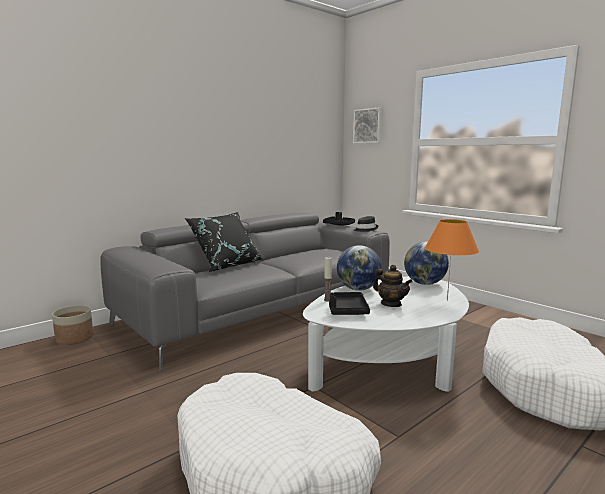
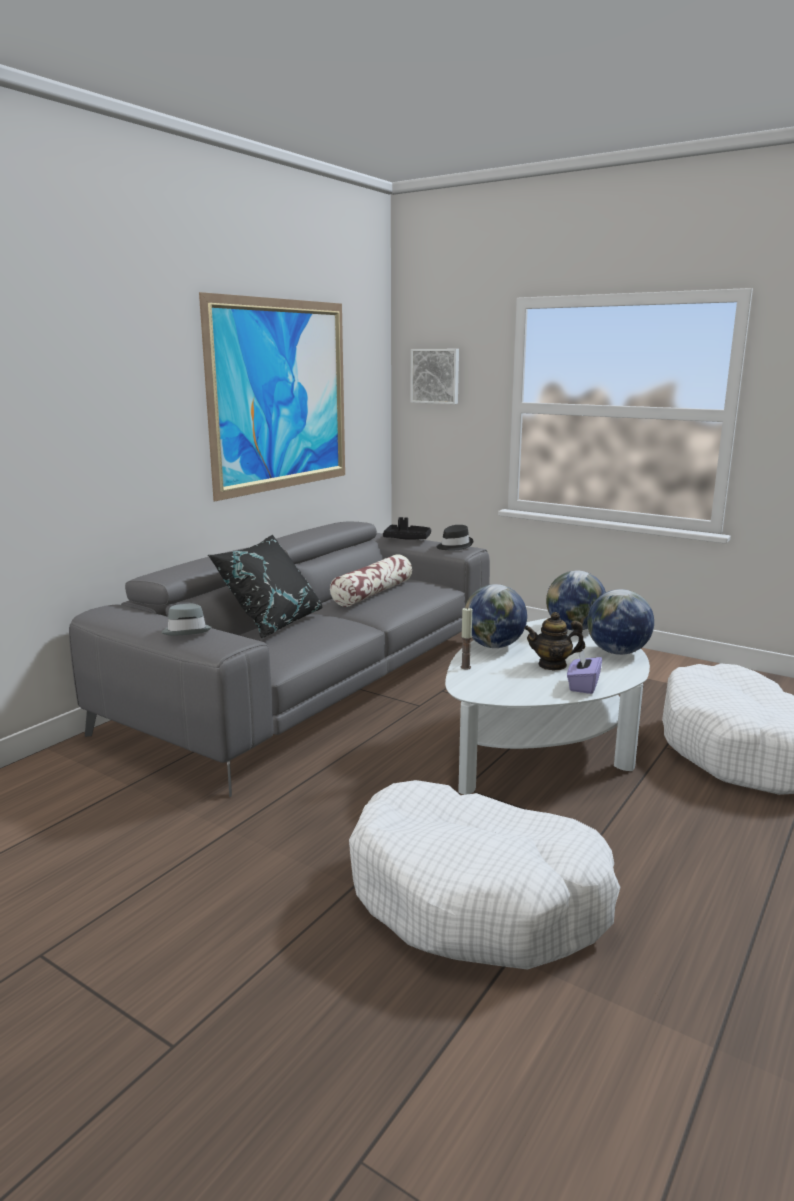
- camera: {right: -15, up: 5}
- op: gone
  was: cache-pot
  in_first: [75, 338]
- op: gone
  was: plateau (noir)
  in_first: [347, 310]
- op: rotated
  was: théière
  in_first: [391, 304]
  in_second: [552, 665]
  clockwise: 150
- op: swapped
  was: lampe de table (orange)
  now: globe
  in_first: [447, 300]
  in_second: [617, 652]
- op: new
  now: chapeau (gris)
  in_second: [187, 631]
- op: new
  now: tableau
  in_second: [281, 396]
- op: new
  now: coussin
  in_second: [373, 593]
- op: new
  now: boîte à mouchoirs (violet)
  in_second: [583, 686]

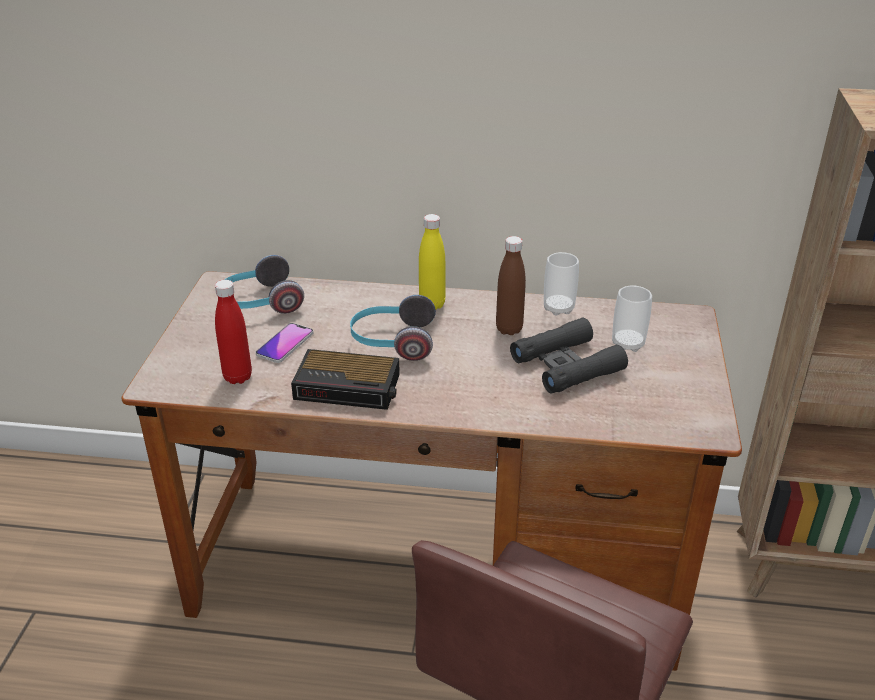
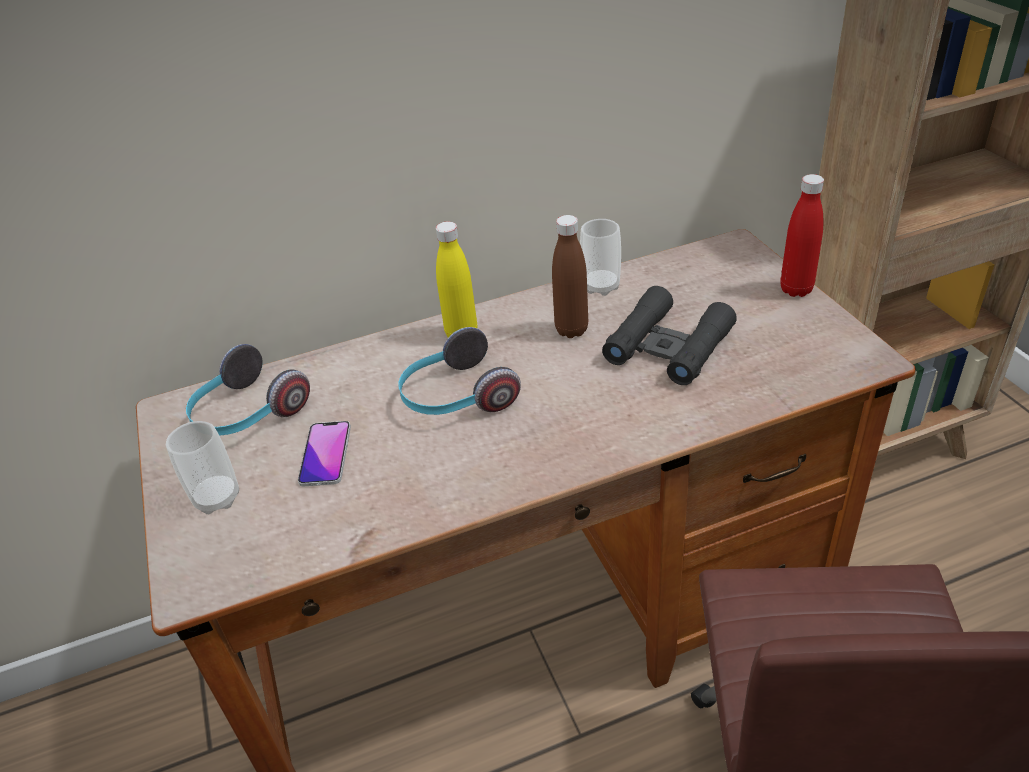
- camera: {right: -25, up: 5}
- op: shifted
  was: bouteille (rouge)
  in_first: [237, 377]
  in_second: [796, 289]
- op: gone
  was: réveil
  in_first: [349, 387]
- op: shifted
  was: tasse
  in_first: [628, 344]
  in_second: [217, 498]

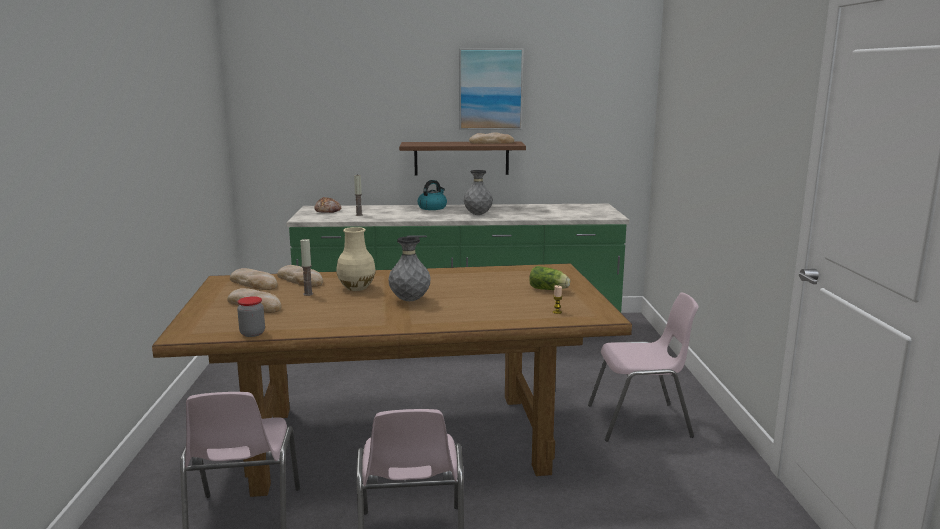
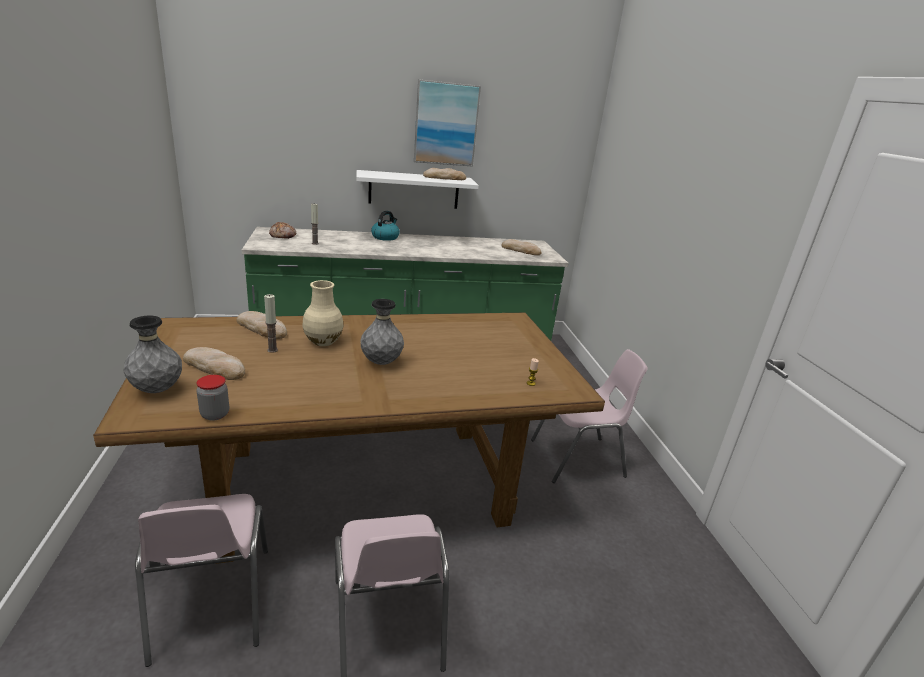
- camera: {right: -10, up: 10}
- op: shifted
  was: pain
  in_first: [254, 283]
  in_second: [521, 250]
- op: repainted
  was: étagère (marron)
  now: étagère (blanc)
  in_first: [461, 158]
  in_second: [414, 190]
- op: shifted
  was: vase (gris)
  in_first: [478, 214]
  in_second: [157, 390]
- op: gone
  was: laitue
  in_first: [549, 290]

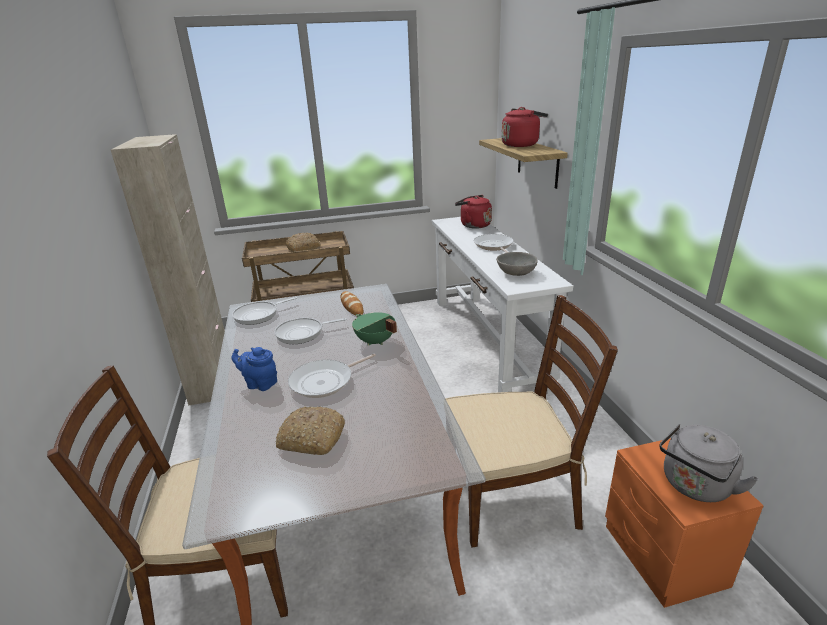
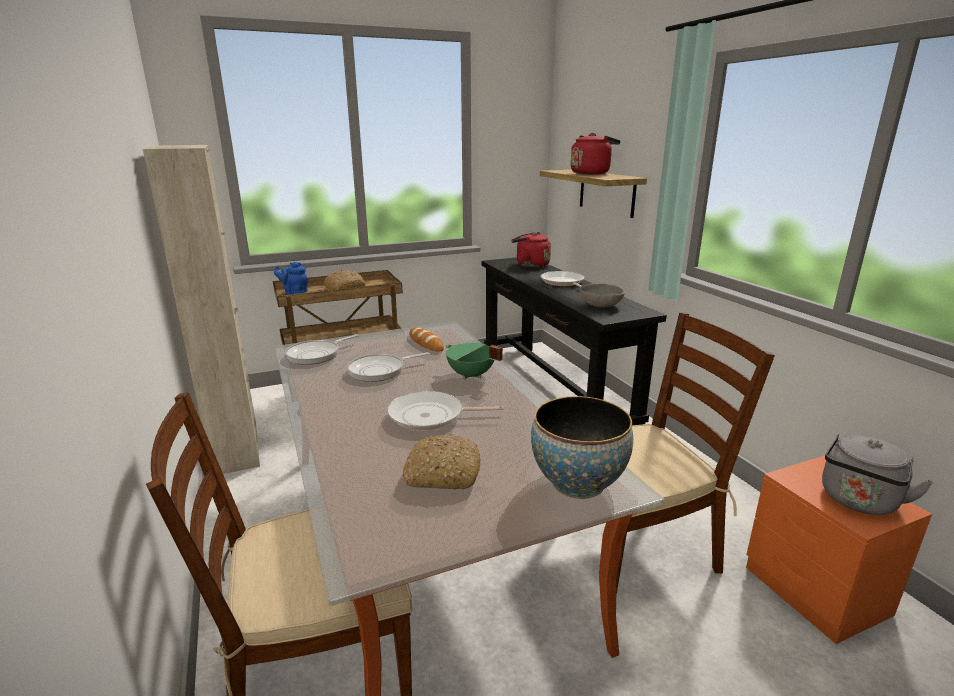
- camera: {right: -10, up: -5}
- op: shifted
  was: théière (bleu)
  in_first: [260, 384]
  in_second: [294, 292]
- op: rotated
  was: poêle
  in_first: [325, 381]
  in_second: [431, 416]
  clockwise: 45
- op: repainted
  was: table console (blanc)
  now: table console (noir)
  in_first: [487, 338]
  in_second: [553, 388]
- op: new
  now: bol
  in_second: [577, 483]

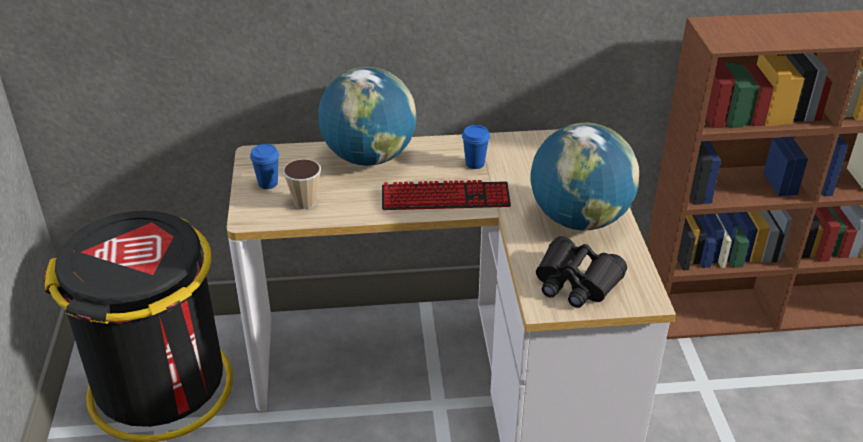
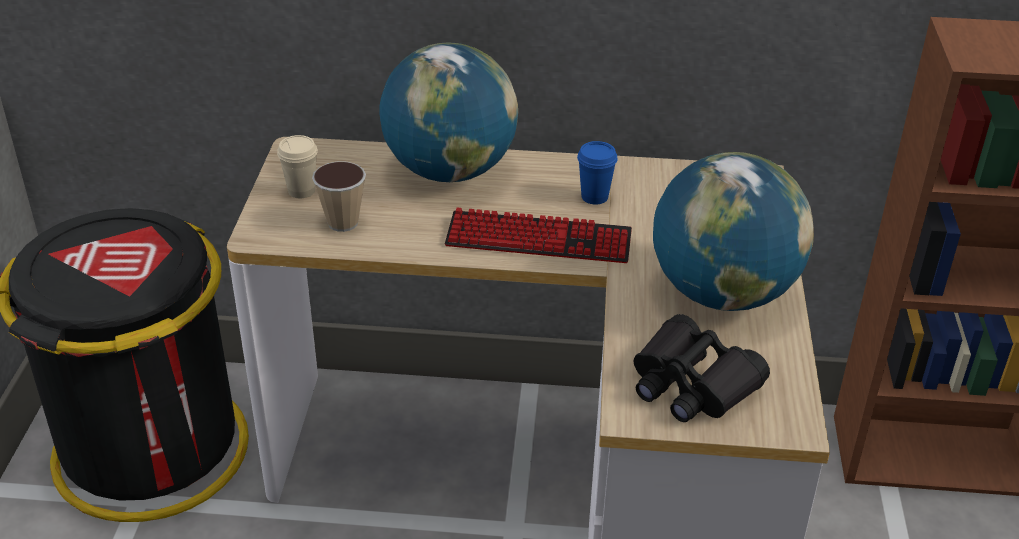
- camera: {right: 10, up: 0}
- op: repainted
  was: tasse (bleu)
  now: tasse (beige)
  in_first: [268, 183]
  in_second: [301, 191]

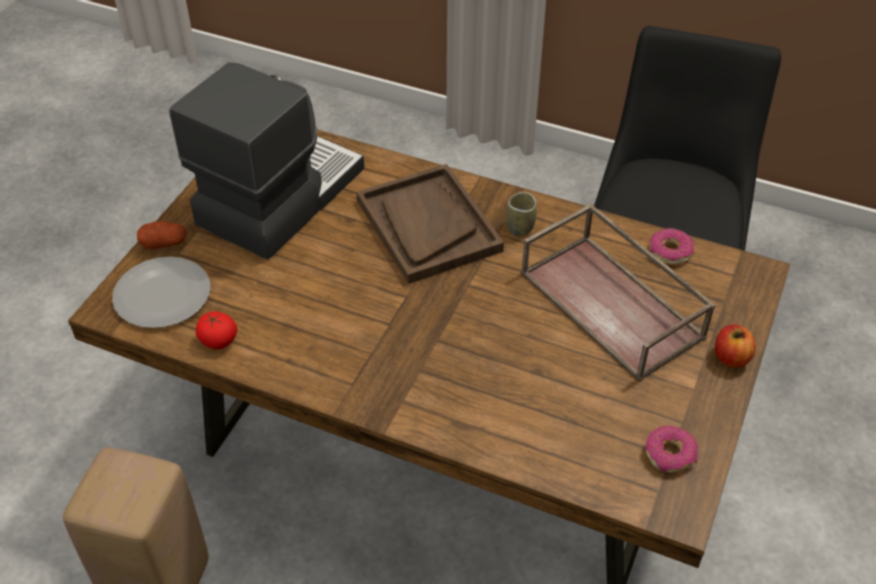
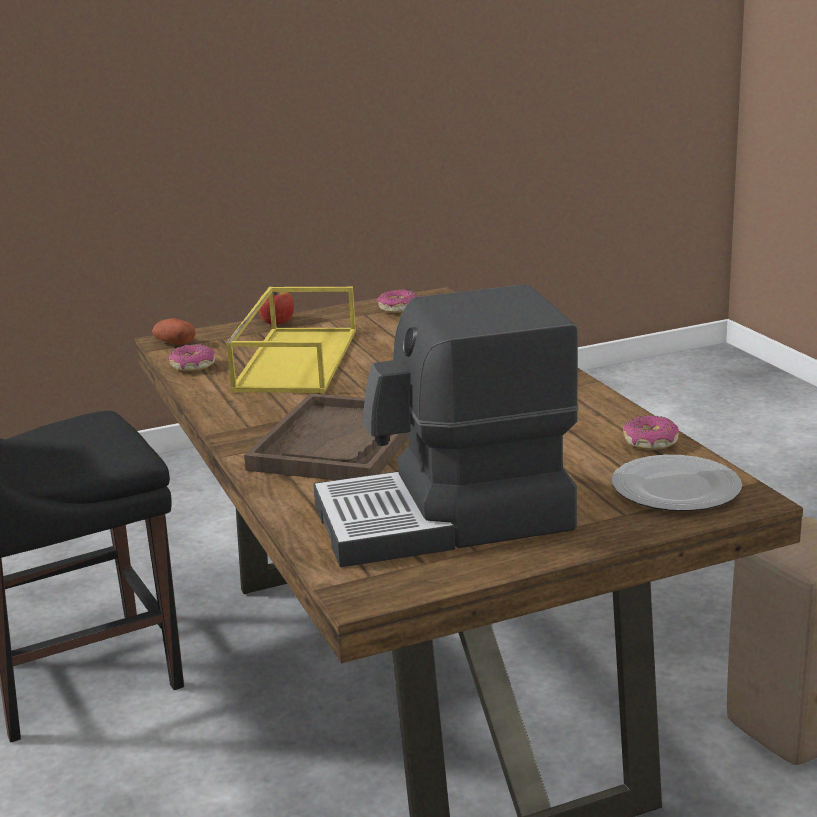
- camera: {right: -135, up: -25}
- op: shifted
  was: pomme de terre
  in_first: [164, 243]
  in_second: [174, 343]
- op: swapped
  was: tomate
  now: beignet
  in_first: [218, 341]
  in_second: [650, 442]
- op: gone
  was: tasse
  in_first: [520, 227]
- op: repainted
  was: plateau (marron)
  now: plateau (jaune)
  in_first: [614, 305]
  in_second: [295, 359]

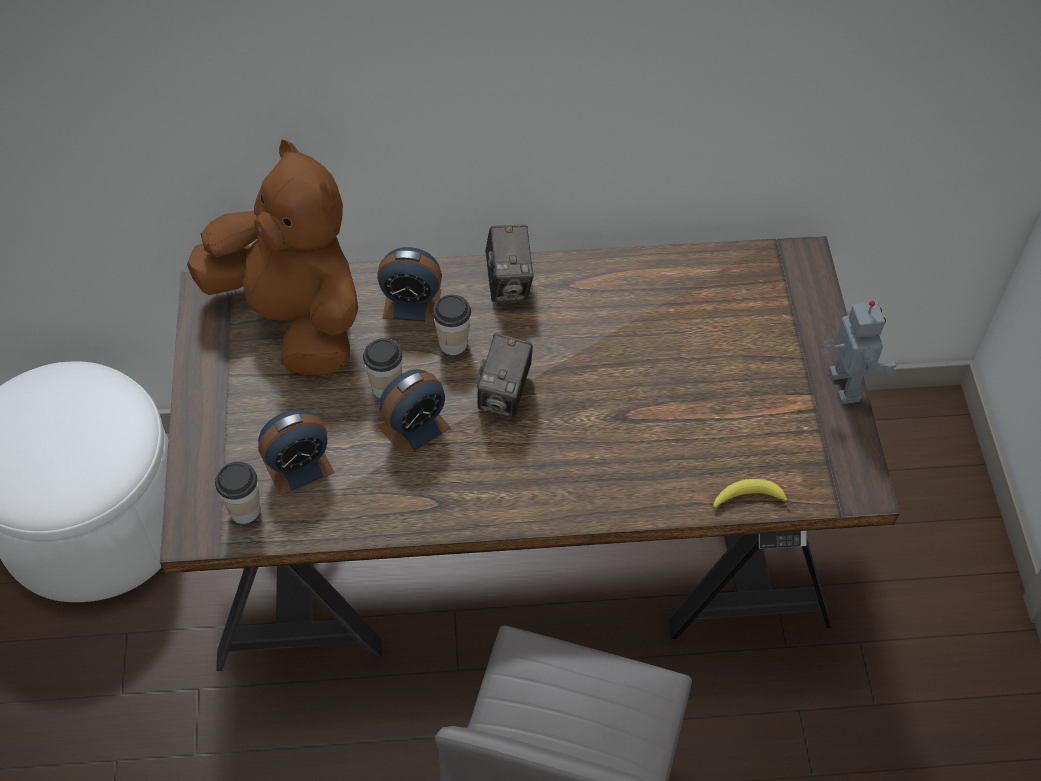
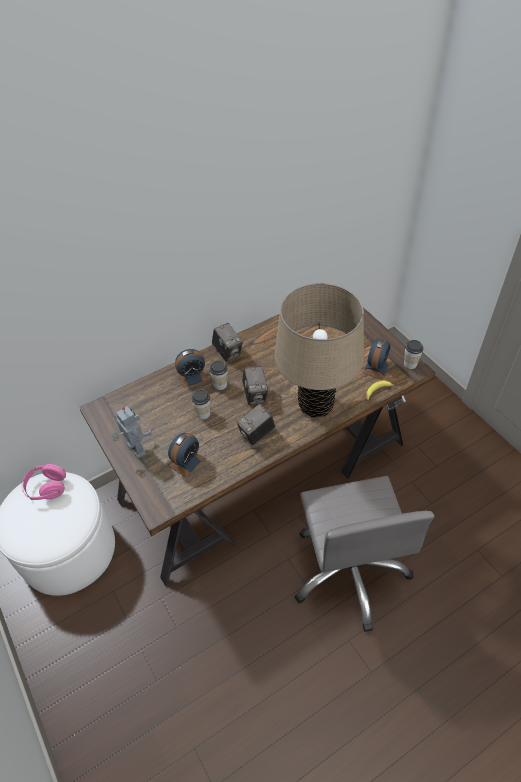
- camera: {right: -25, up: -5}
- op: gone
  was: peluche (marron)
  in_first: [293, 318]
- op: shifted
  was: tasse
  in_first: [245, 510]
  in_second: [410, 364]
- op: shifted
  was: réveil
  in_first: [414, 427]
  in_second: [376, 367]
- op: shifted
  was: robot jouet
  in_first: [841, 386]
  in_second: [135, 450]
- op: new
  now: casque audio (rose)
  in_second: [47, 488]
- op: new
  now: appareil photo
  in_second: [257, 434]
- op: new
  now: lampe de table (beige)
  in_second: [316, 405]

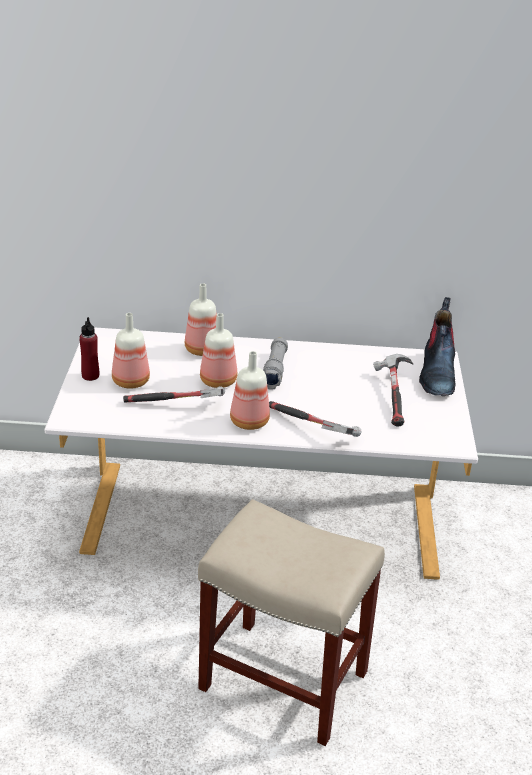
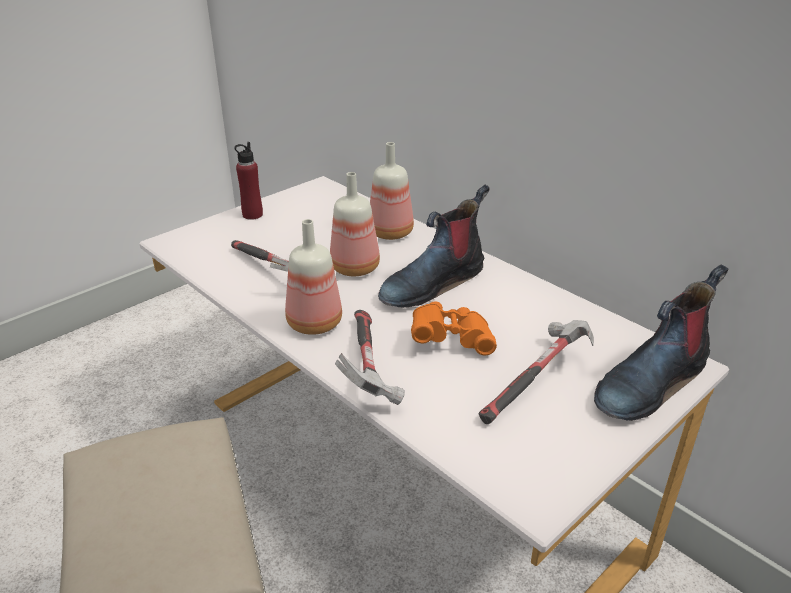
- camera: {right: 45, up: 0}
- op: gone
  was: bouteille
  in_first: [130, 382]
- op: swapped
  was: lampe de poche (gris)
  now: botte
  in_first: [274, 370]
  in_second: [432, 283]
- op: new
  now: jumelles (orange)
  in_second: [451, 340]

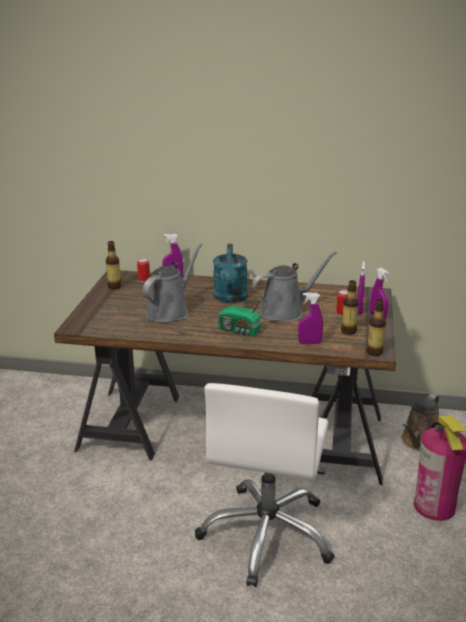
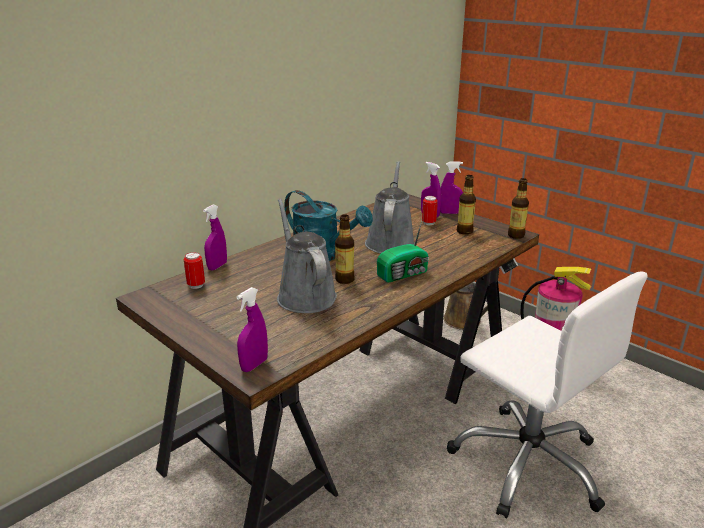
- camera: {right: -55, up: 0}
- op: shifted
  was: bouteille
  in_first: [114, 287]
  in_second: [344, 279]
- op: shifted
  was: vaporisateur (violet)
  in_first: [309, 343]
  in_second: [254, 365]

